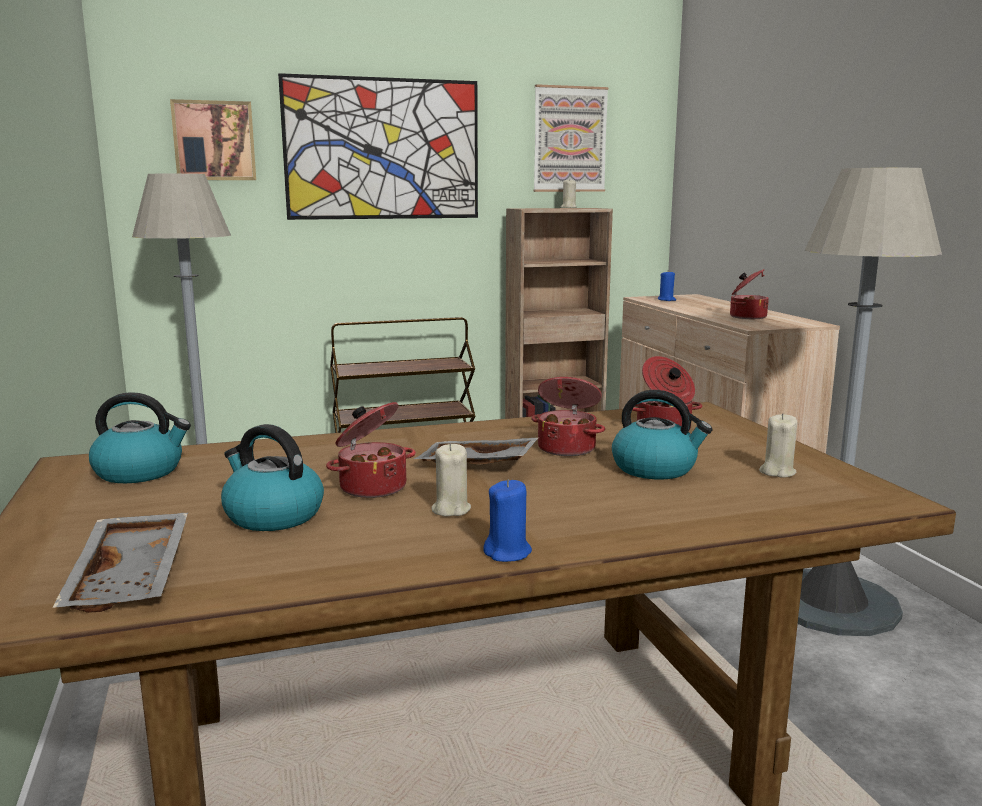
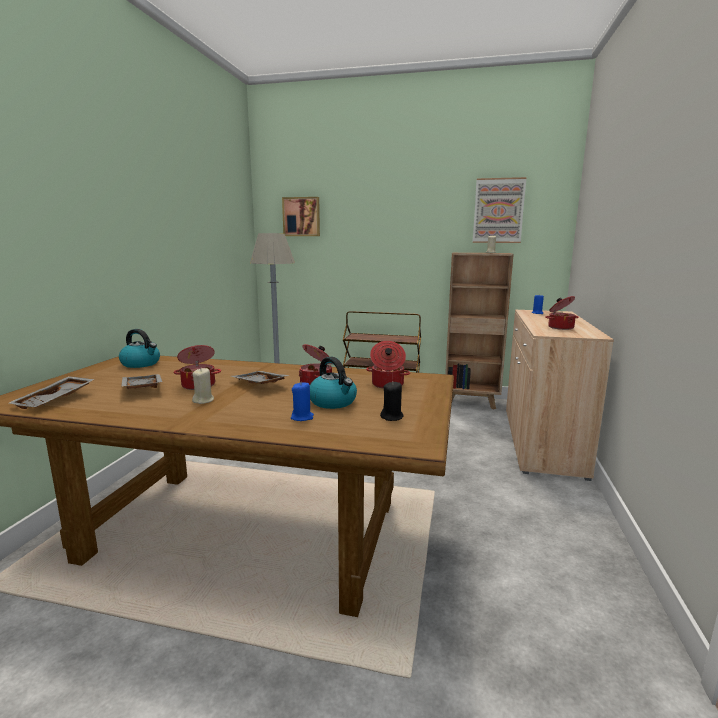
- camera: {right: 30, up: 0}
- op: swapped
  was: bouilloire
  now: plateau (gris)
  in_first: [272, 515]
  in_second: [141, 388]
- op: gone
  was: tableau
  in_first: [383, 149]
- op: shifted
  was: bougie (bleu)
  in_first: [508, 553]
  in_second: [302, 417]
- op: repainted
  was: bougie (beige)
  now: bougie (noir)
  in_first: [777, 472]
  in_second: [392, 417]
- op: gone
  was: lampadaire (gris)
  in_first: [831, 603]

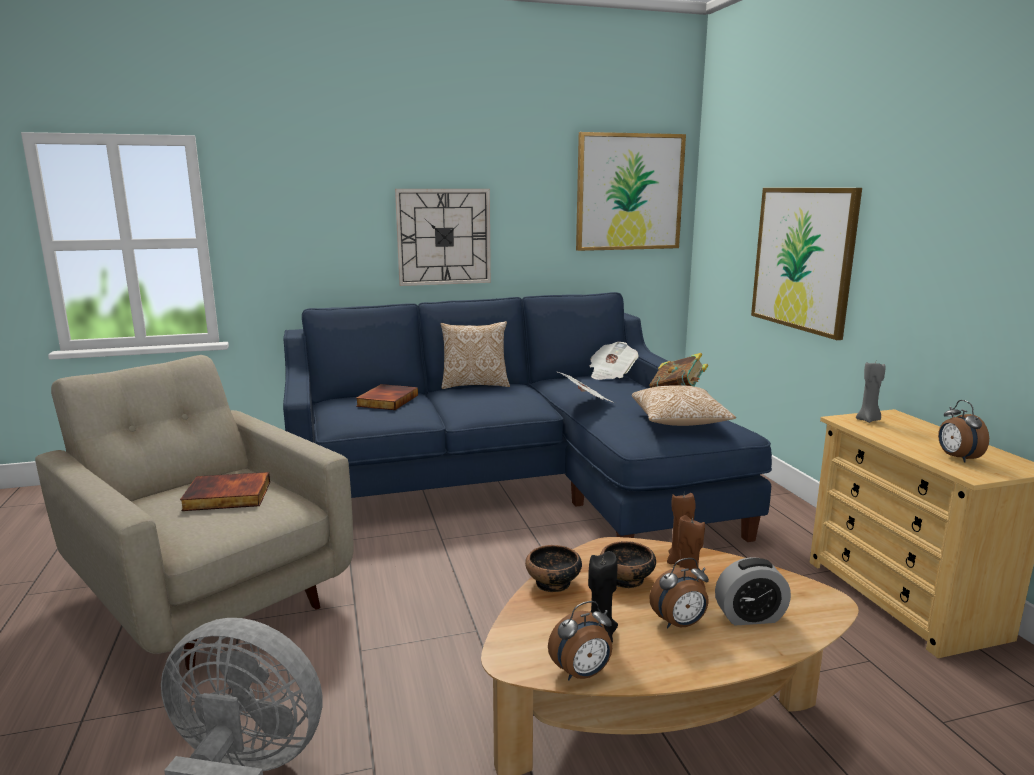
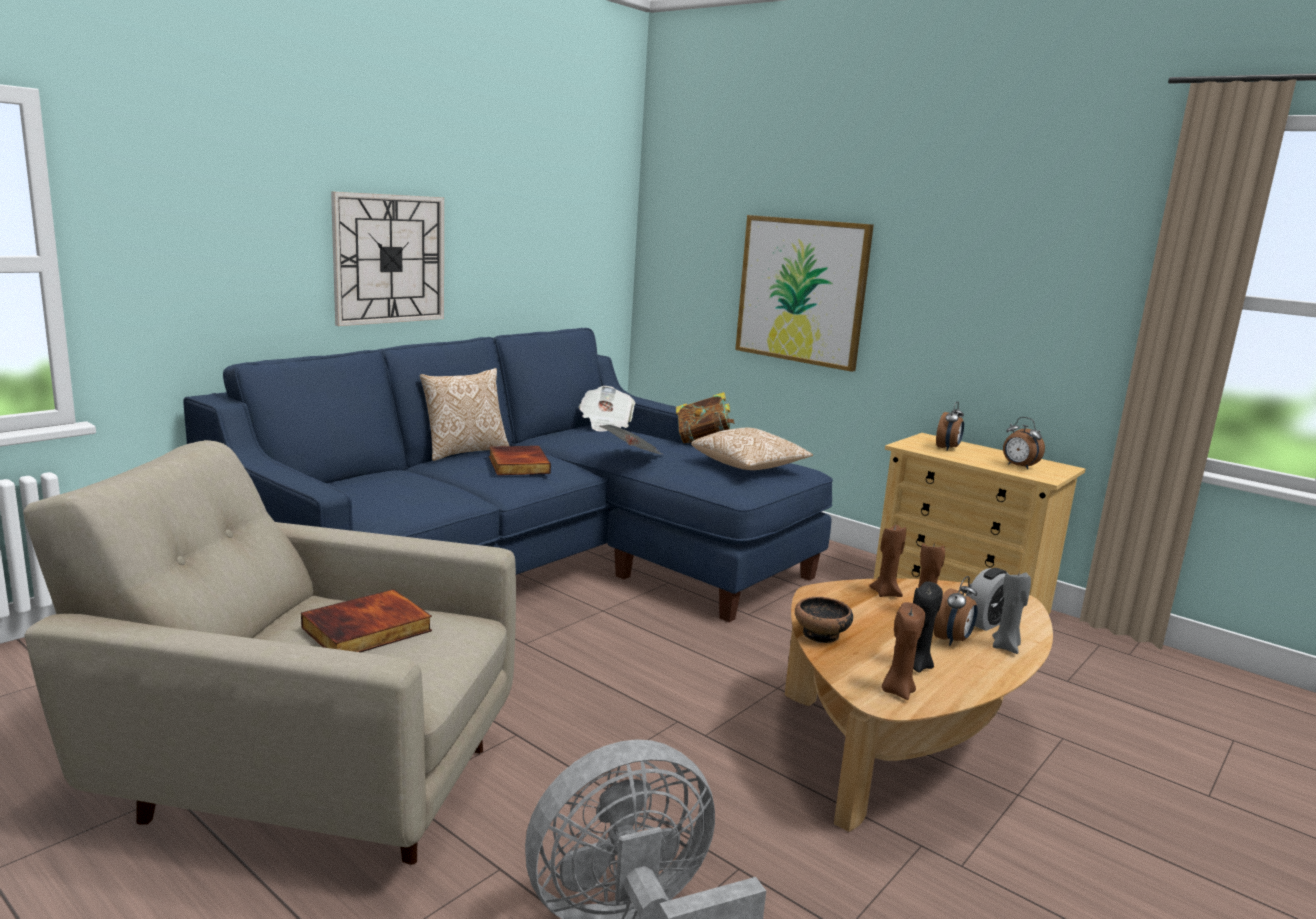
- camera: {right: -35, up: 0}
- op: shifted
  was: livre
  in_first: [386, 400]
  in_second: [517, 465]
- op: shifted
  was: réveil
  in_first: [582, 674]
  in_second: [948, 448]
- op: gone
  was: tableau
  in_first: [629, 192]
- op: gone
  was: bol
  in_first: [627, 579]
- op: shifted
  was: bougie (gris)
  in_first: [868, 420]
  in_second: [1006, 647]
- op: new
  now: bougie (marron)
  in_second: [897, 691]

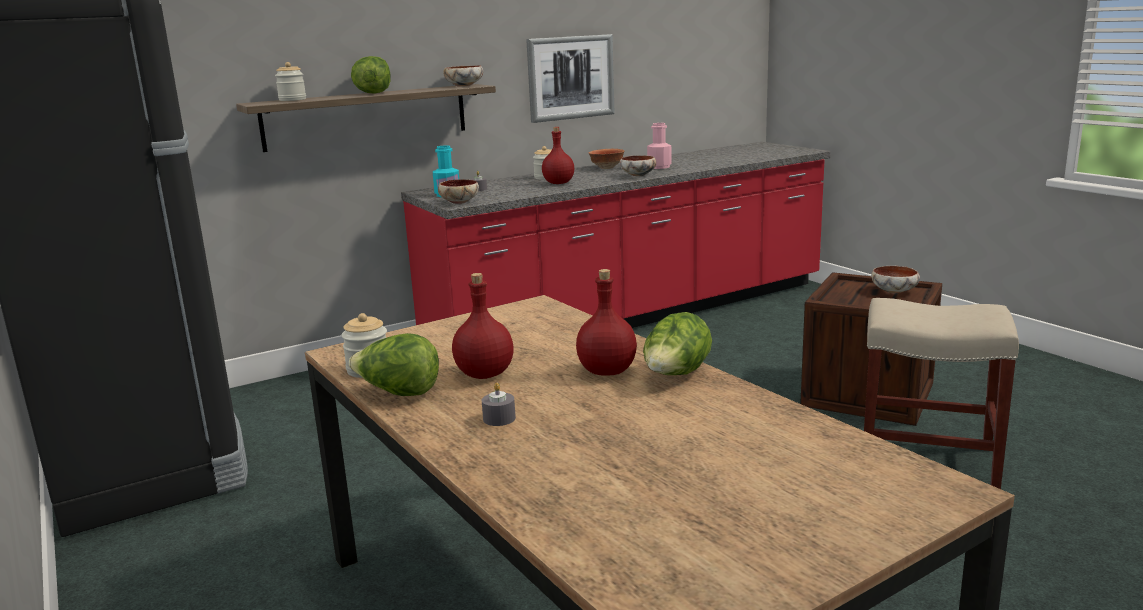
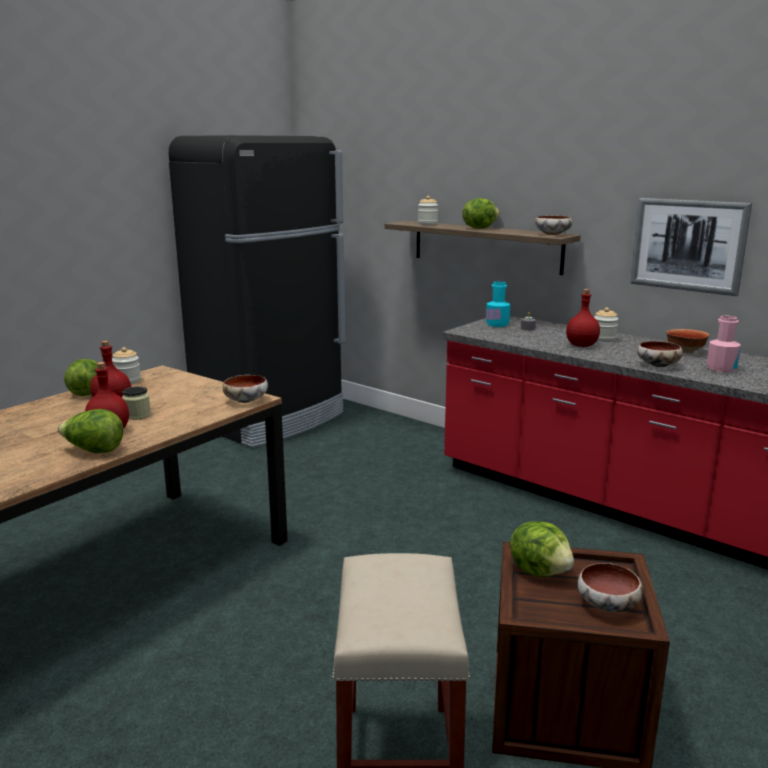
- camera: {right: 70, up: 0}
- op: shifted
  was: bol
  in_first: [459, 202]
  in_second: [246, 400]
- op: gone
  was: bougie (gris)
  in_first: [499, 418]
- op: new
  now: bocal
  in_second: [137, 415]
- op: new
  now: laitue
  in_second: [540, 571]

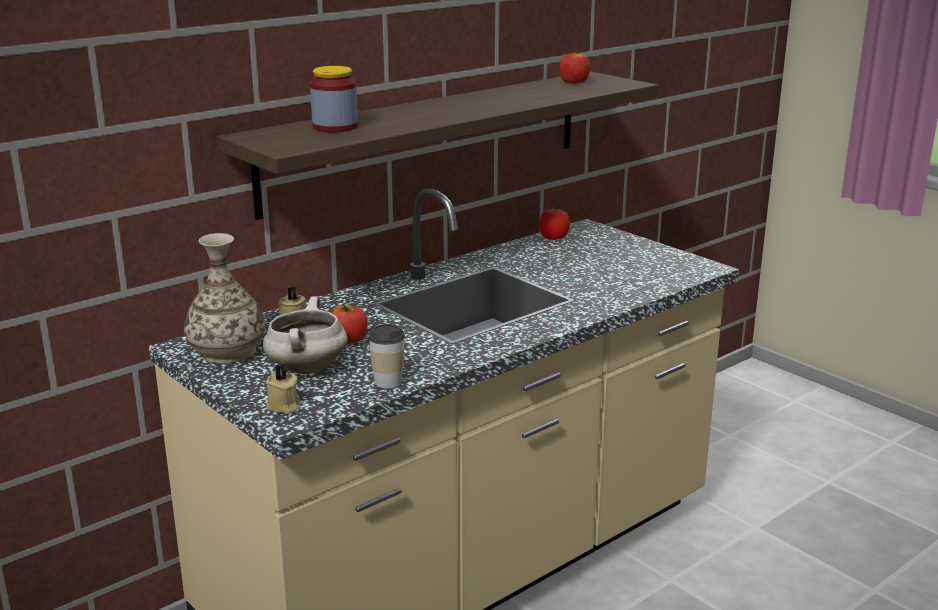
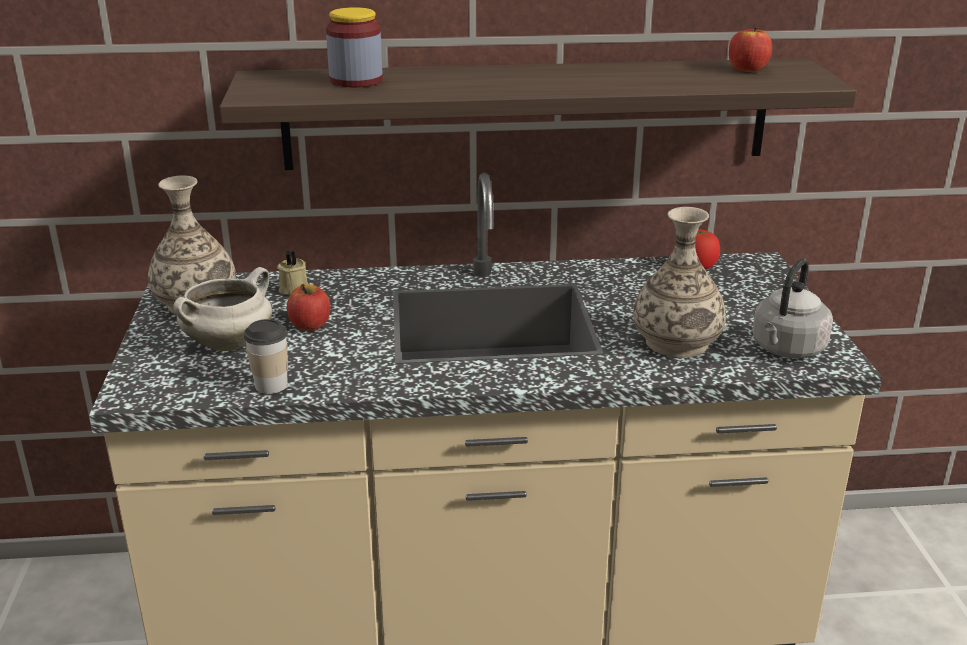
- camera: {right: 35, up: 5}
- op: gone
  was: bougie (beige)
  in_first: [283, 406]
- op: new
  now: vase
  in_second: [676, 342]
- op: new
  now: bouilloire (gris)
  in_second: [786, 349]

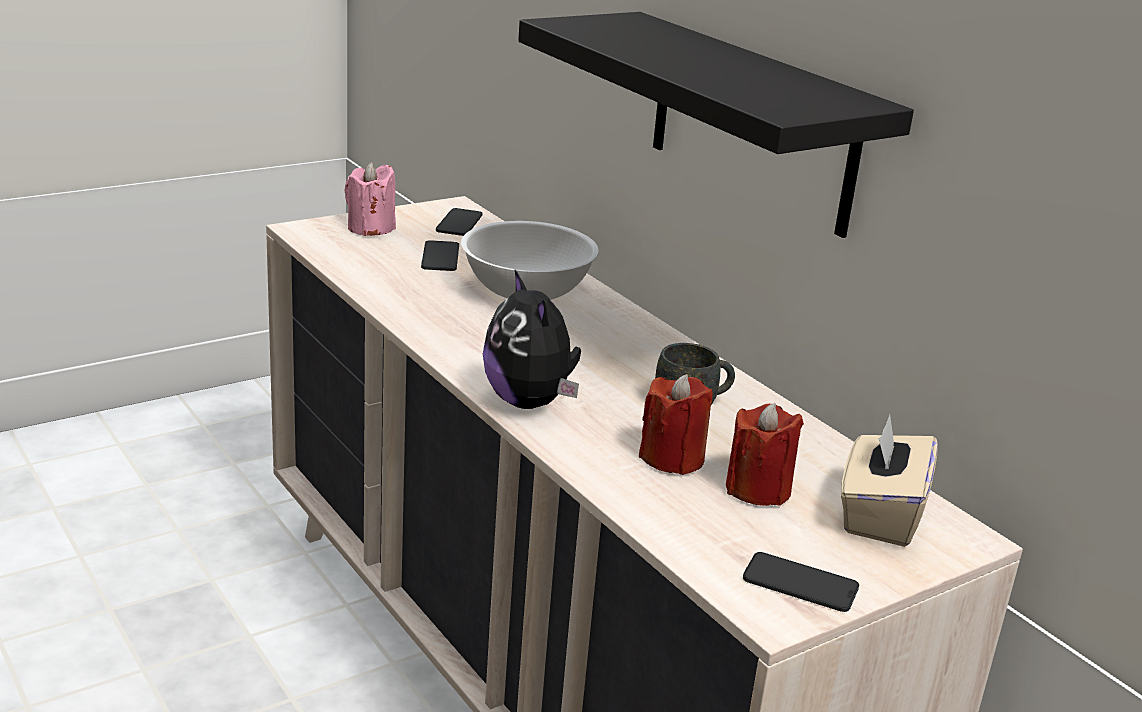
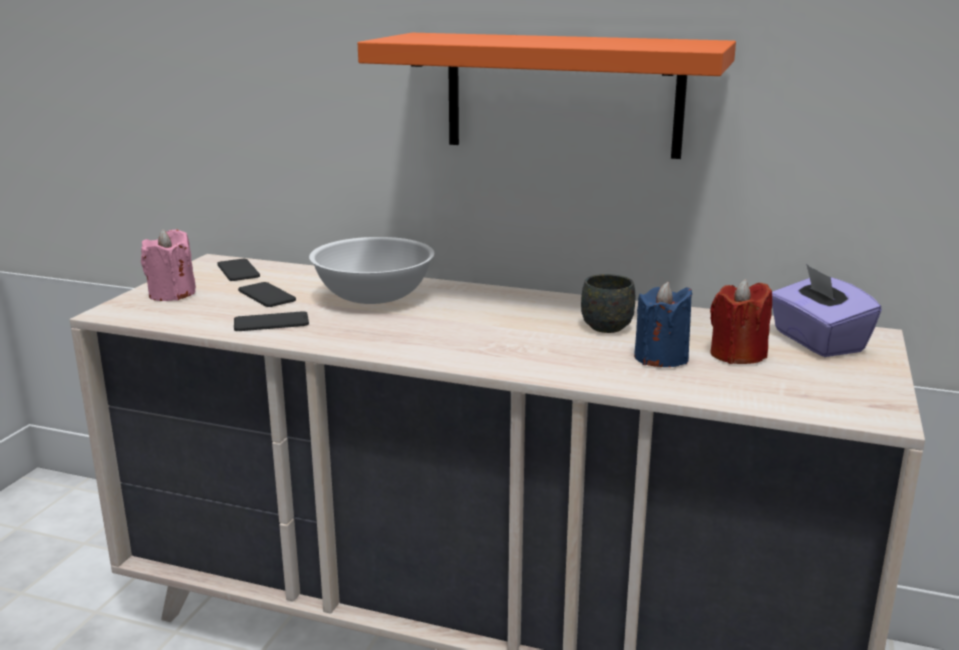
- camera: {right: -35, up: -5}
- op: gone
  was: peluche
  in_first: [530, 402]
- op: repainted
  was: étagère (noir)
  now: étagère (orange)
  in_first: [752, 123]
  in_second: [563, 94]
- op: repainted
  was: bougie (rouge)
  now: bougie (bleu)
  in_first: [672, 458]
  in_second: [661, 358]
- op: shifted
  was: téléphone
  in_first: [800, 583]
  in_second: [271, 322]
- op: repainted
  was: boîte à mouchoirs (beige)
  now: boîte à mouchoirs (violet)
  in_first: [879, 515]
  in_second: [817, 342]

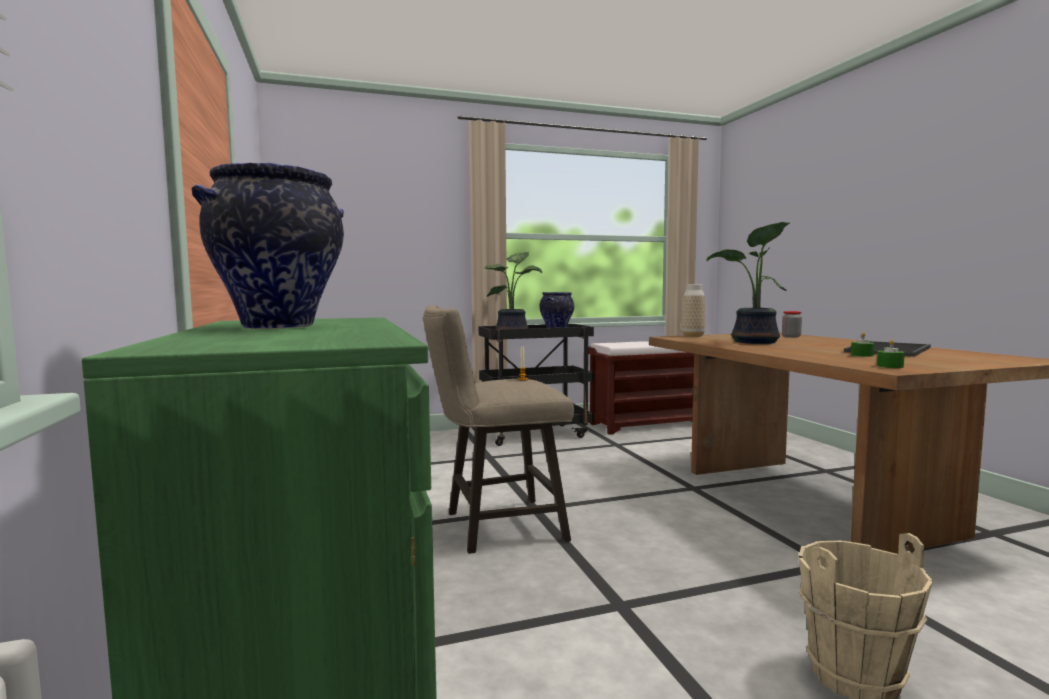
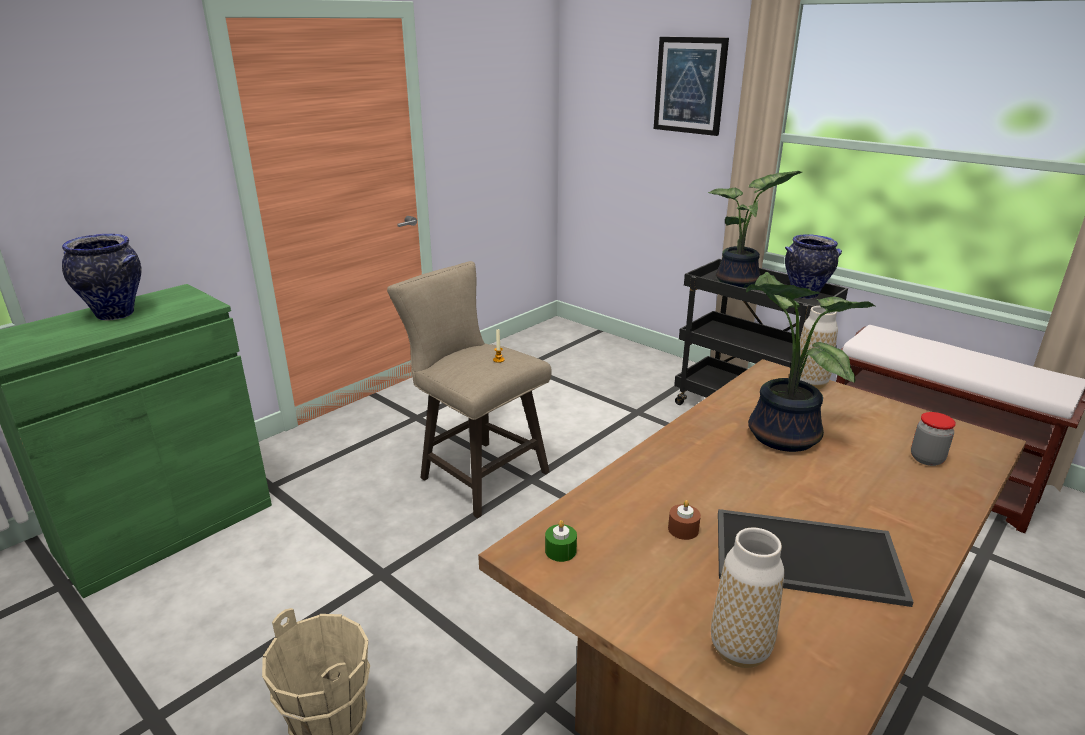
- camera: {right: 60, up: 20}
- op: repainted
  was: bougie (vert)
  now: bougie (marron)
  in_first: [862, 355]
  in_second: [683, 529]
- op: new
  now: tableau
  in_second: [690, 85]
- op: new
  now: vase
  in_second: [739, 650]

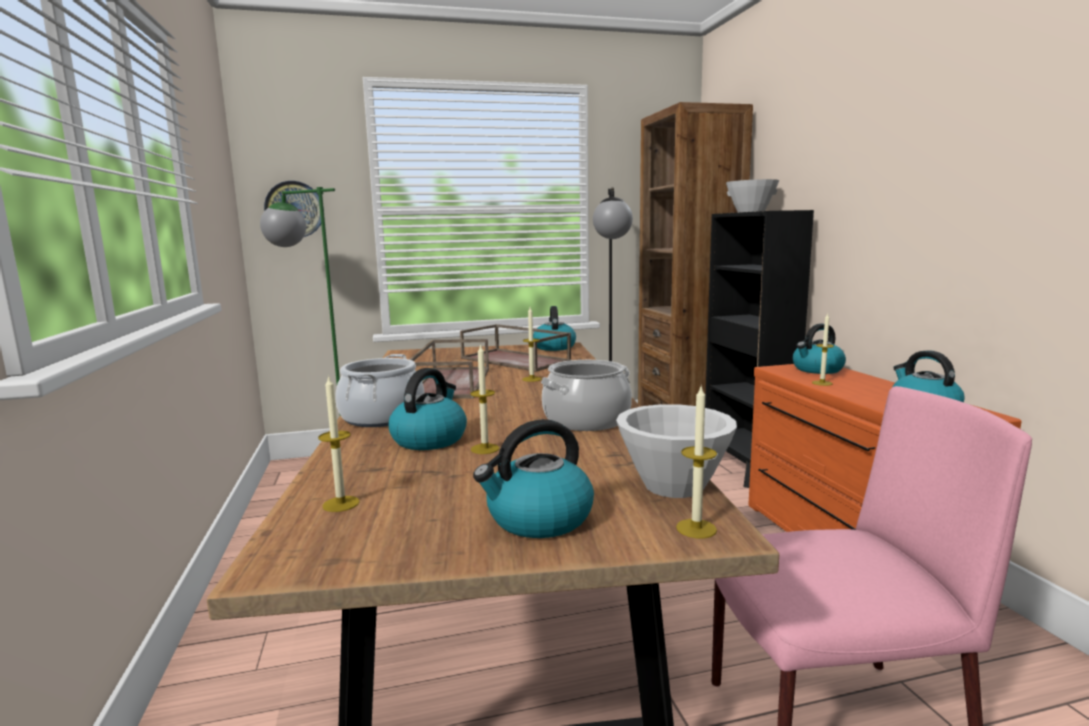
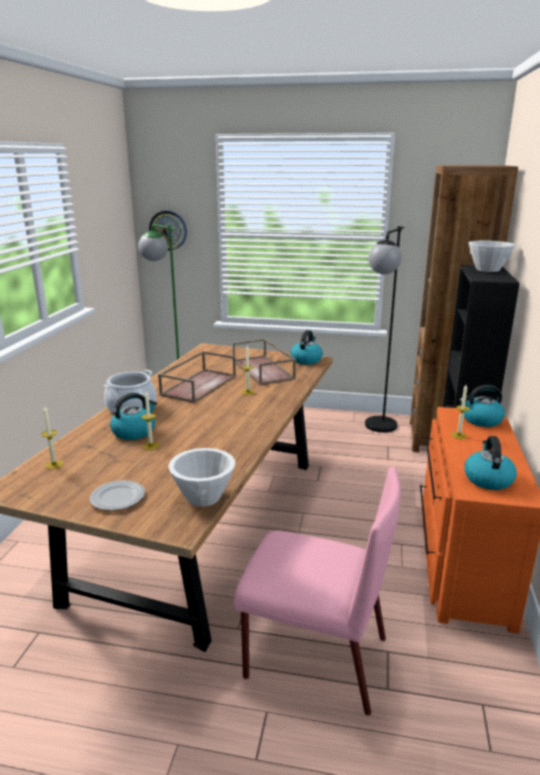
- camera: {right: 25, up: 10}
- op: swapped
  was: bouilloire
  now: assiette
  in_first: [538, 519]
  in_second: [118, 498]
- op: gone
  was: marmite
  in_first: [586, 420]
- op: gone
  was: bougie
  in_first: [696, 528]

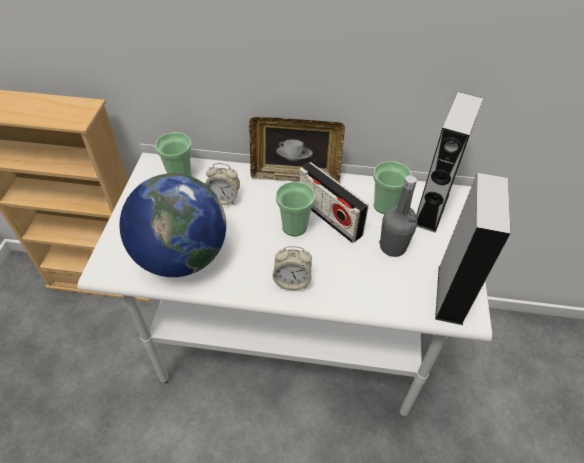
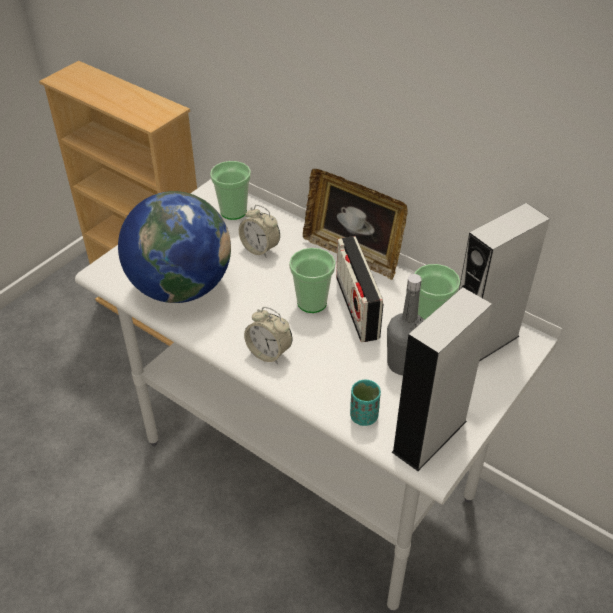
- camera: {right: 30, up: -5}
- op: new
  now: tasse (turquoise)
  in_second: [364, 416]

